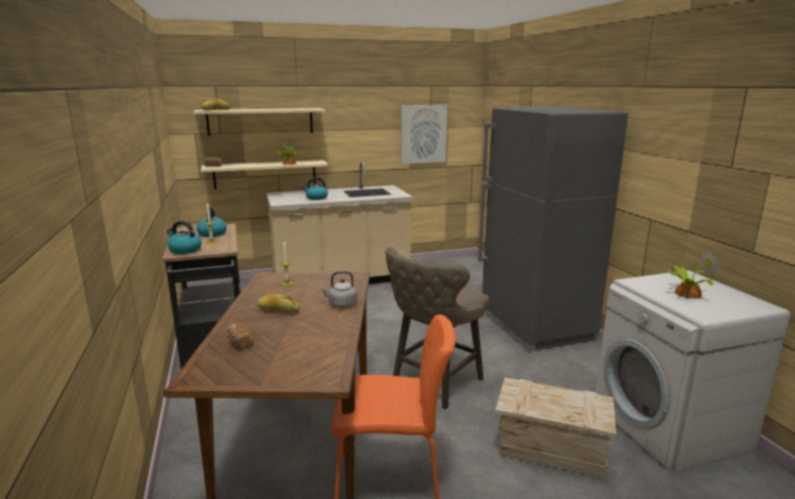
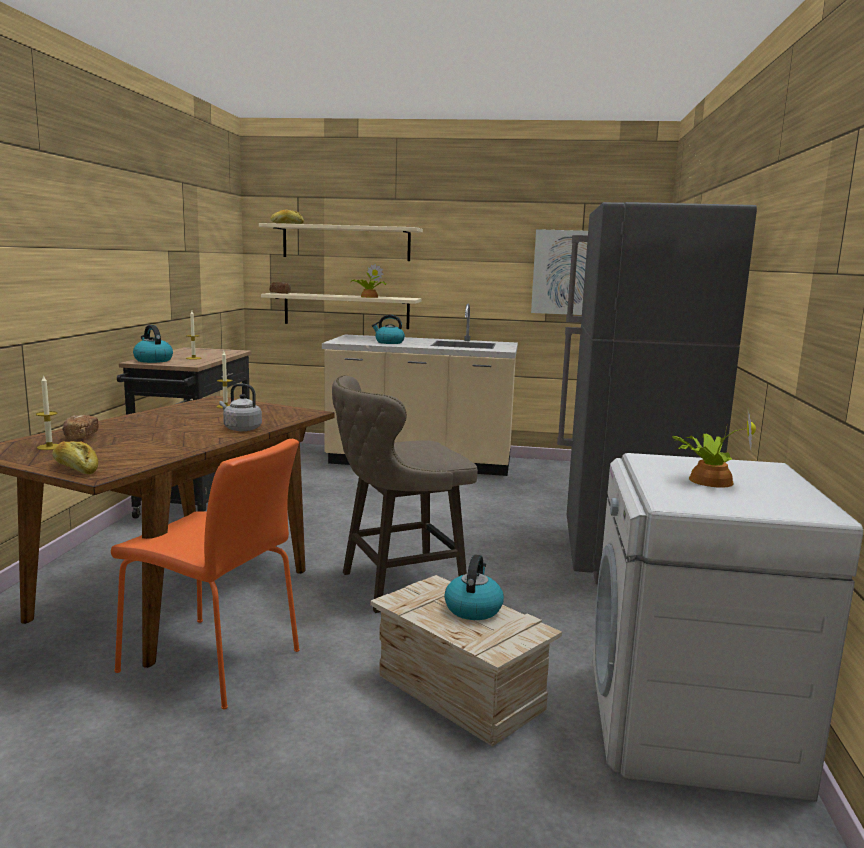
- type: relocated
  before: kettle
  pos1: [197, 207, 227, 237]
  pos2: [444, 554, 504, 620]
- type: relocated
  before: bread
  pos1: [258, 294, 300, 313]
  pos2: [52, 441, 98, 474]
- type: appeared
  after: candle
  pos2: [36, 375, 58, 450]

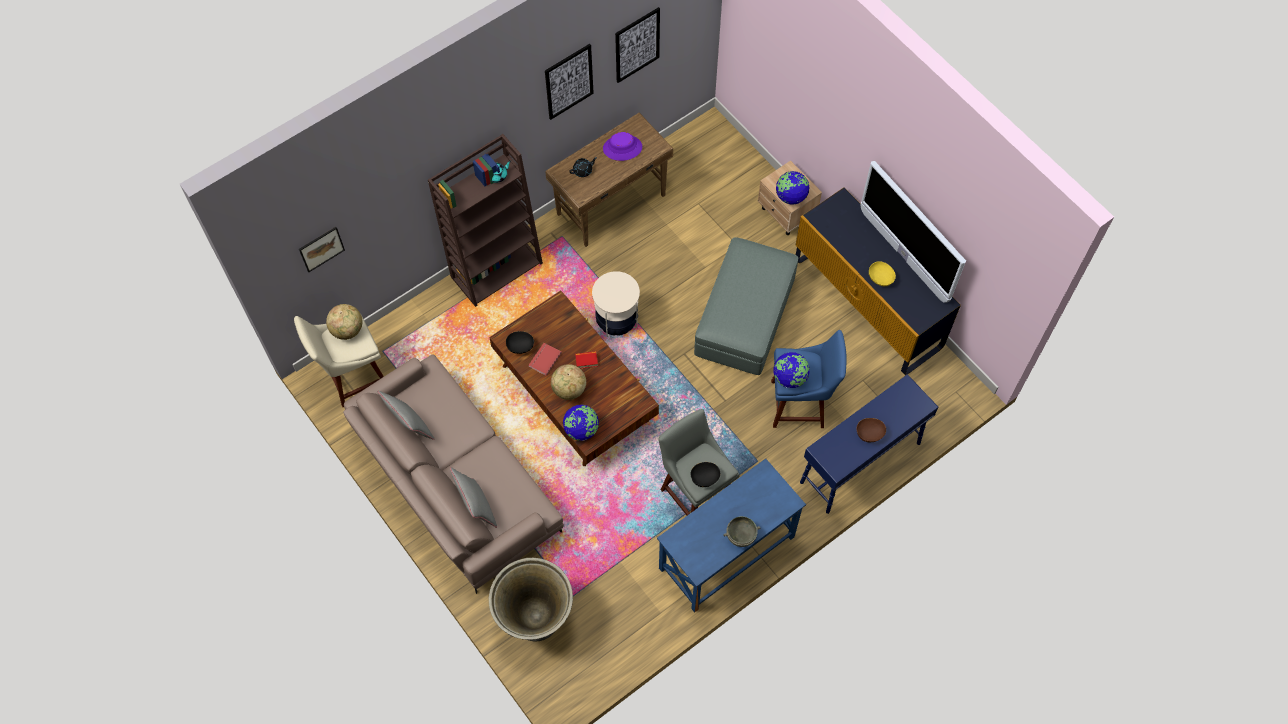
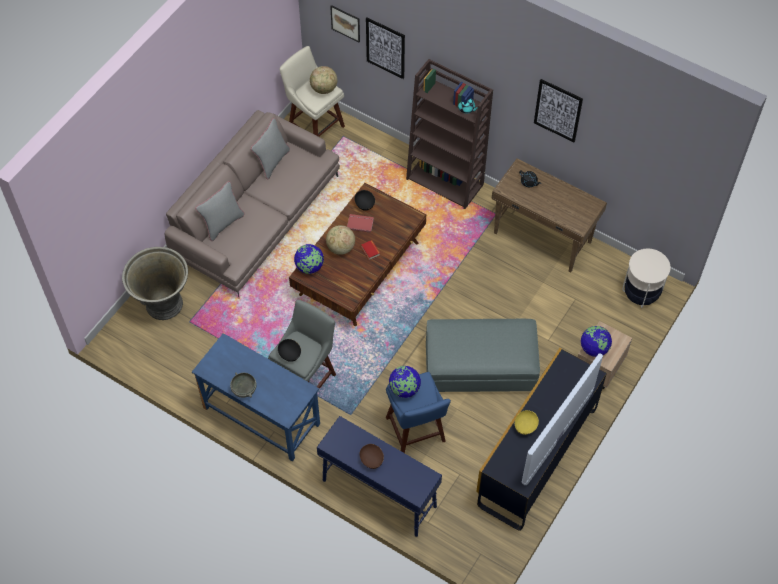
- type: relocated
  before: picture
  pos1: [615, 7, 660, 83]
  pos2: [366, 18, 405, 79]
- type: missing
  before: hat/purple
  pos1: [603, 132, 642, 161]
- type: relocated
  before: side table/beige
  pos1: [592, 271, 640, 337]
  pos2: [622, 249, 671, 308]

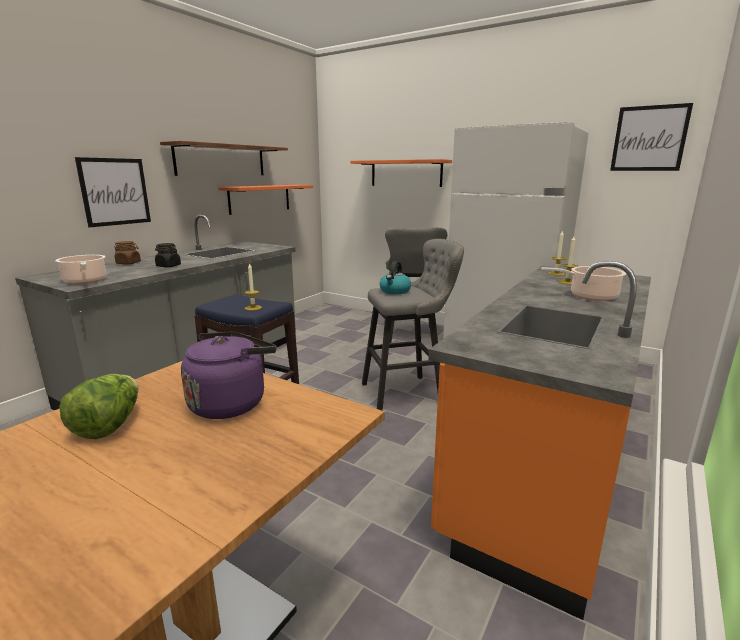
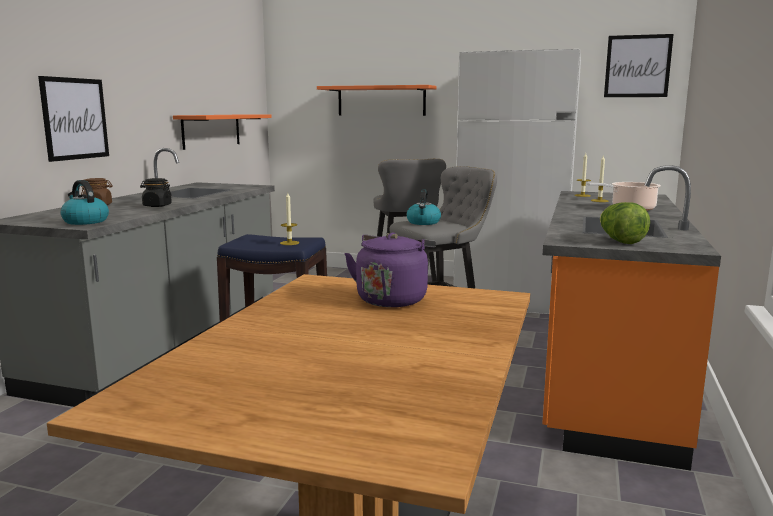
- type: missing
  before: shelf/brown
  pos1: [160, 141, 288, 176]
- type: exchanged
  before: cooking pot
  after: kettle
  pos1: [55, 255, 106, 284]
  pos2: [60, 180, 109, 225]
- type: relocated
  before: lettuce
  pos1: [59, 374, 138, 439]
  pos2: [600, 202, 650, 244]

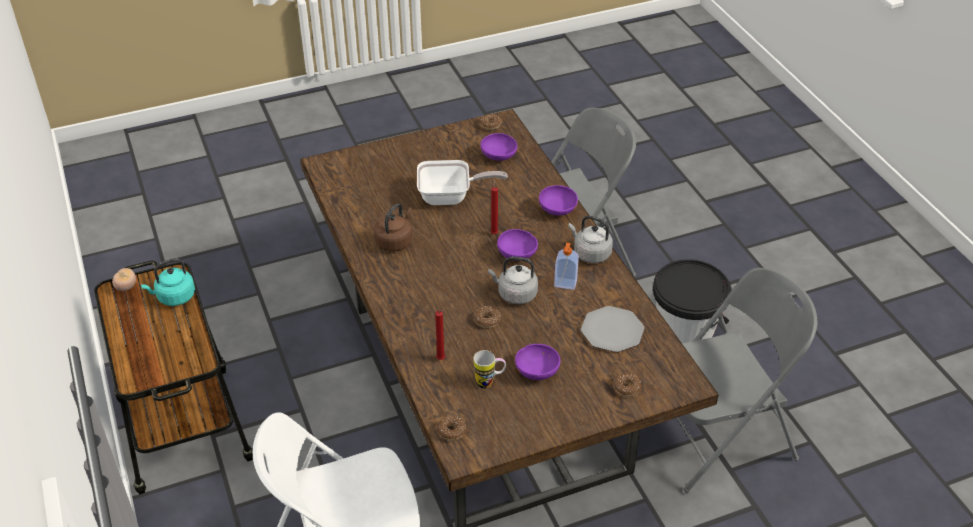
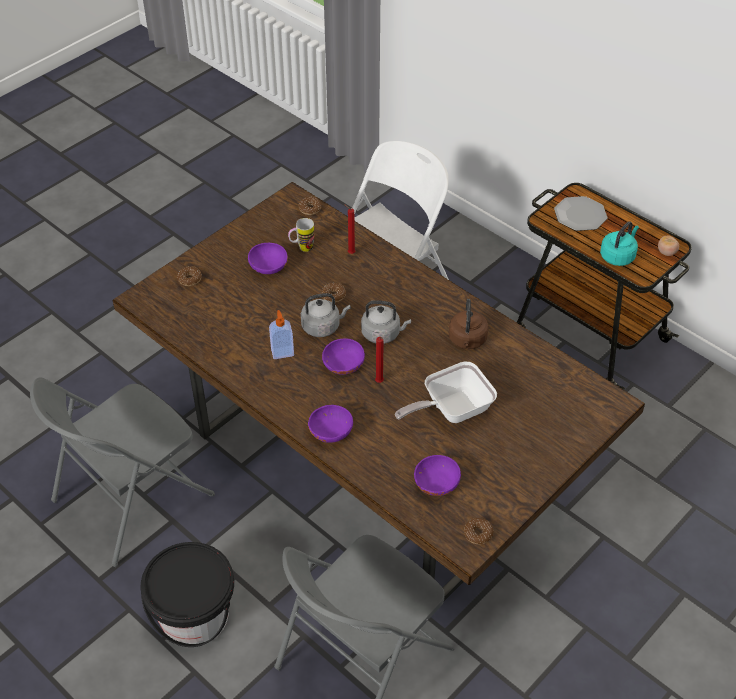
- type: relocated
  before: kettle/grey
  pos1: [568, 215, 613, 263]
  pos2: [361, 300, 411, 344]
- type: relocated
  before: plate
  pos1: [581, 306, 644, 352]
  pos2: [554, 196, 608, 231]

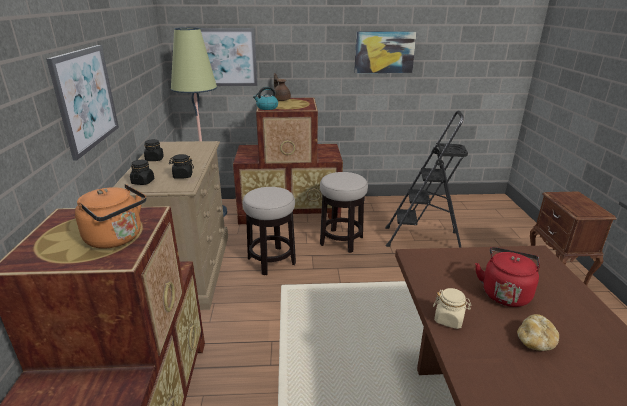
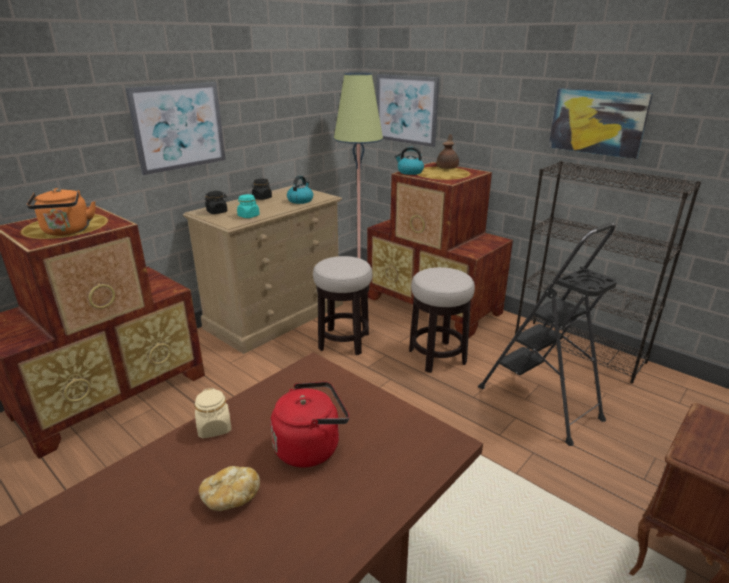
- type: colour
  before: jar/black
  after: jar/turquoise
  pos1: [169, 154, 194, 179]
  pos2: [237, 194, 260, 218]
- type: appeared
  after: bookcase/black
  pos2: [515, 161, 701, 384]
- type: appeared
  after: kettle
  pos2: [287, 176, 313, 204]

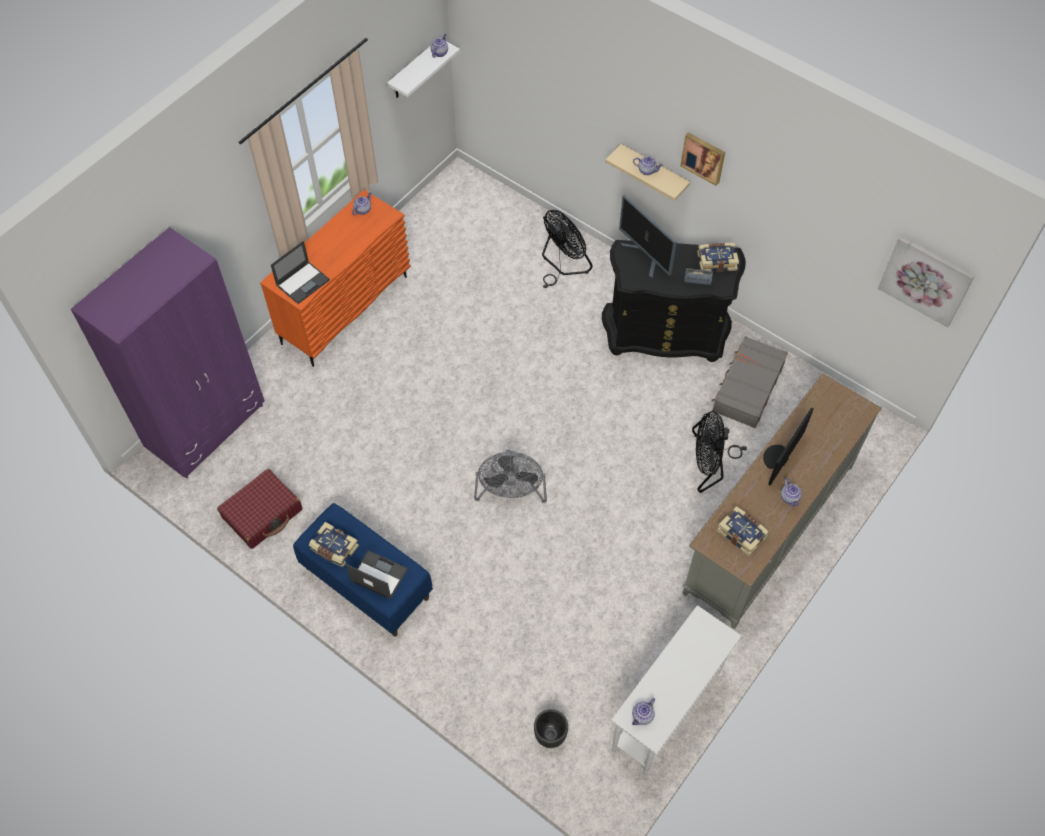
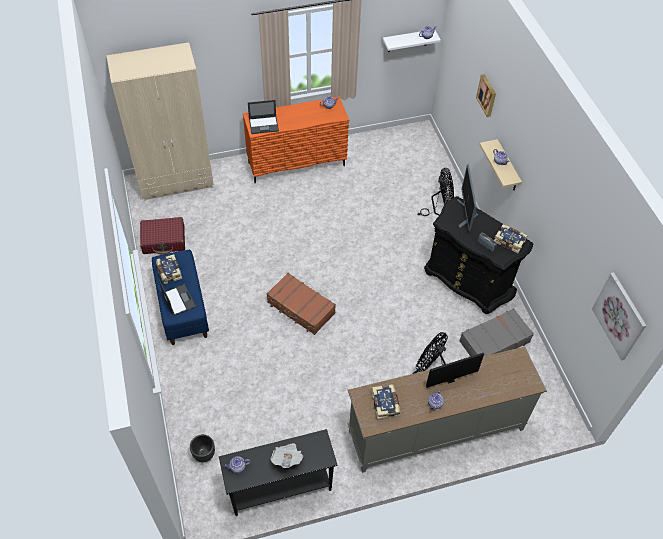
- type: relocated
  before: picture
  pos1: [680, 132, 725, 186]
  pos2: [476, 74, 496, 117]
- type: colour
  before: wardrobe/purple
  after: wardrobe/beige
  pos1: [71, 227, 265, 478]
  pos2: [106, 42, 214, 201]
- type: exchanged
  before: fan/grey
  after: suitcase/brown
  pos1: [474, 450, 547, 503]
  pos2: [266, 273, 336, 335]
- type: colour
  before: console table/white
  after: console table/black
  pos1: [611, 605, 742, 776]
  pos2: [219, 429, 338, 516]
- type: appeared
  after: newspaper
  pos2: [271, 443, 304, 468]

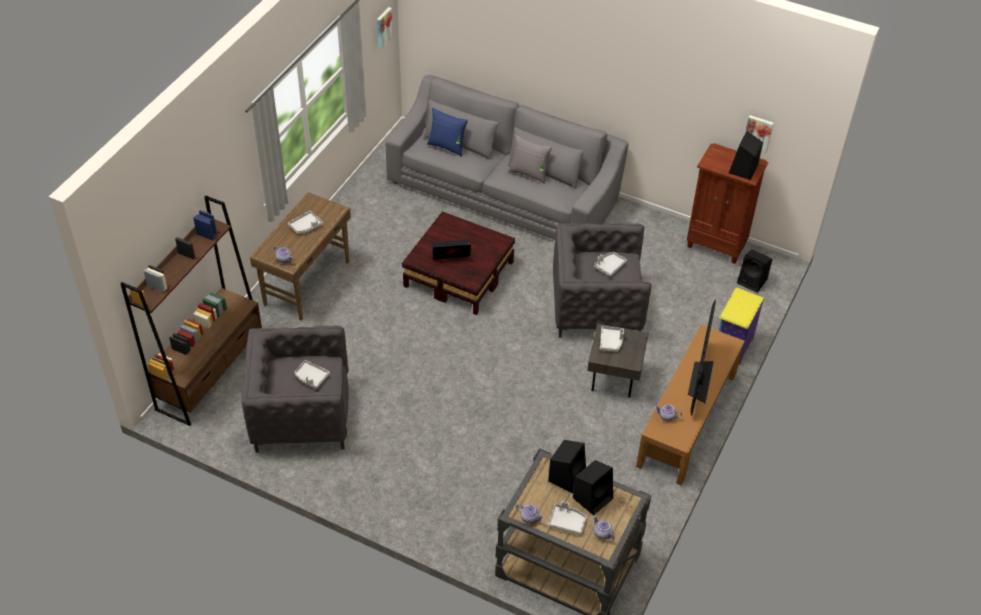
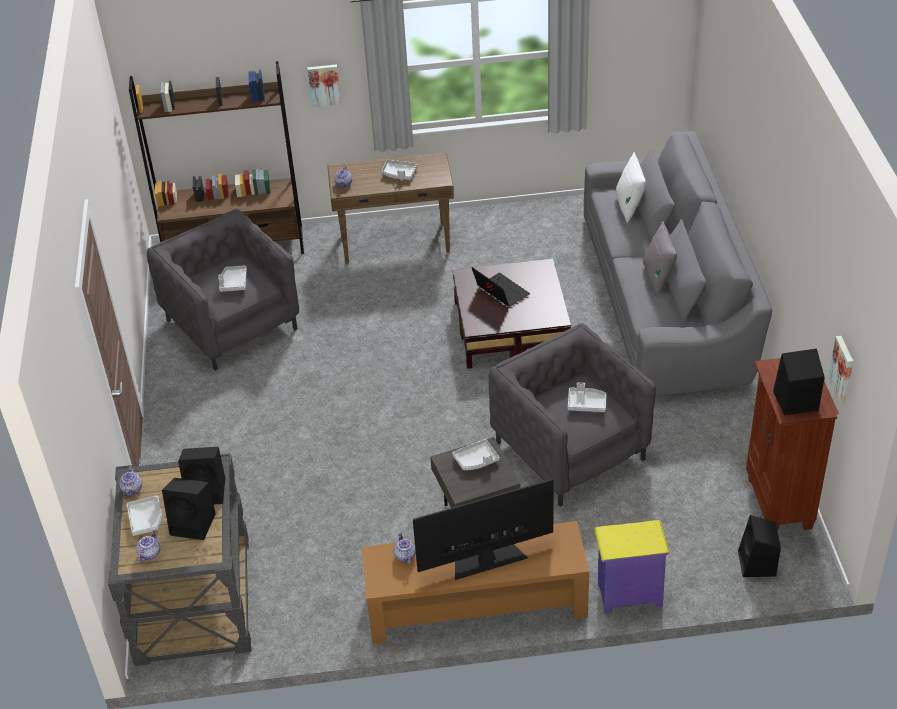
- type: relocated
  before: picture
  pos1: [377, 7, 393, 49]
  pos2: [307, 64, 341, 107]
- type: colour
  before: pillow/blue
  after: pillow/white
  pos1: [427, 108, 468, 157]
  pos2: [616, 153, 646, 223]

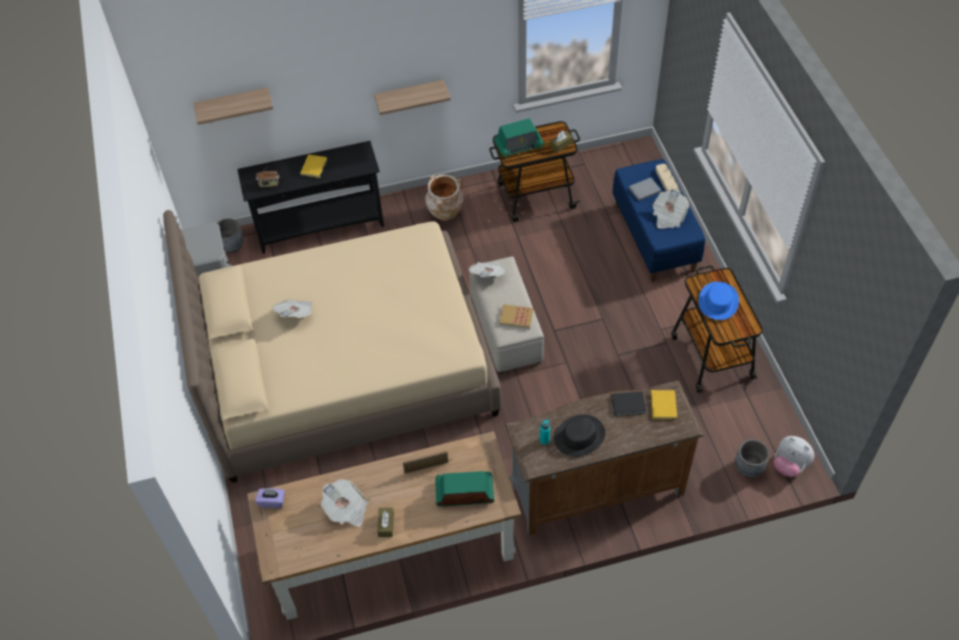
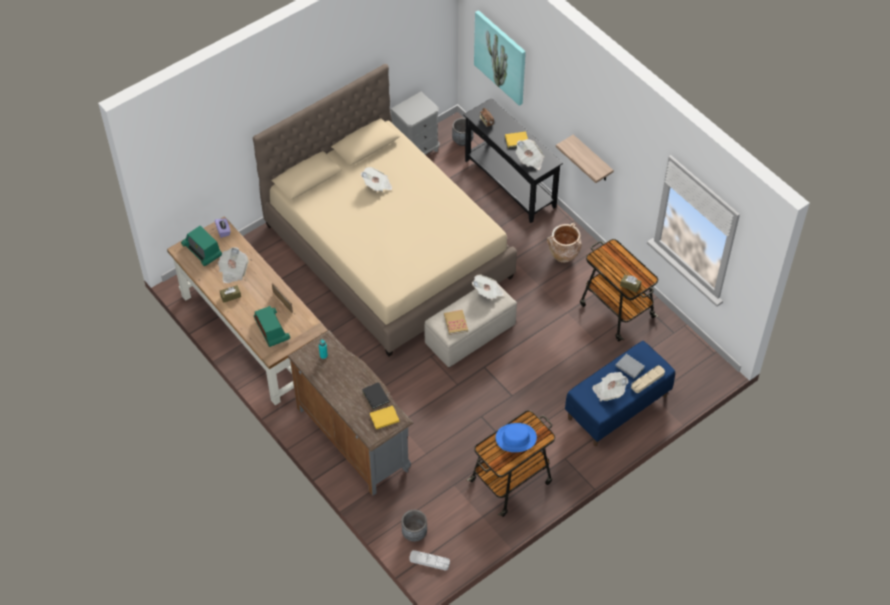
- type: exchanged
  before: shelf
  after: picture
  pos1: [193, 88, 273, 125]
  pos2: [474, 10, 526, 106]
- type: relocated
  before: radio
  pos1: [494, 118, 544, 158]
  pos2: [181, 226, 222, 266]
- type: missing
  before: hat/black
  pos1: [554, 414, 605, 457]
- type: exchanged
  before: plush toy
  after: tray/grey
  pos1: [774, 436, 814, 477]
  pos2: [409, 550, 450, 571]
- type: appeared
  after: newspaper
  pos2: [515, 139, 545, 170]

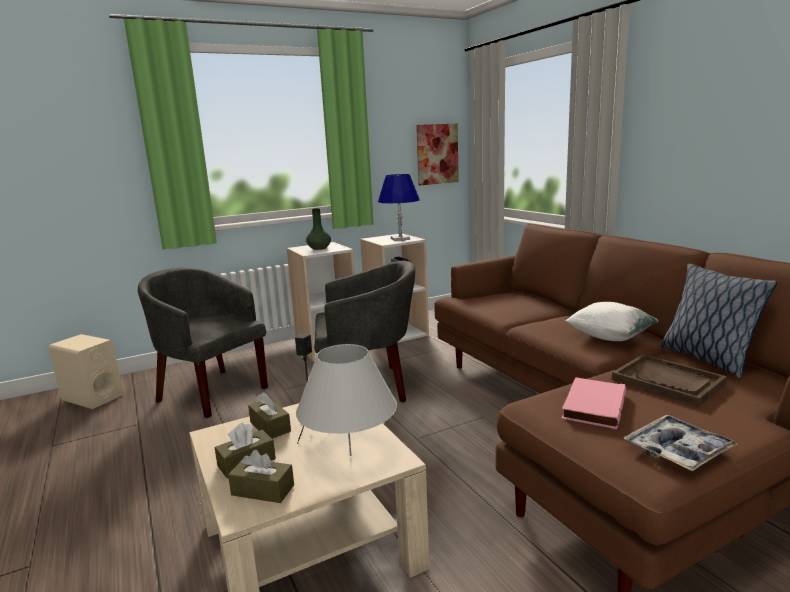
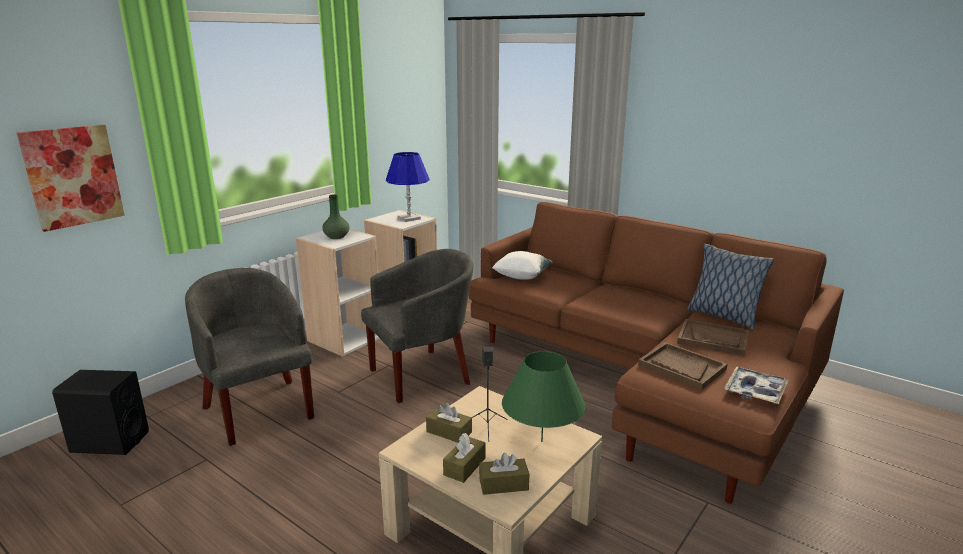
- type: relocated
  before: picture
  pos1: [416, 123, 459, 185]
  pos2: [17, 124, 125, 232]
- type: spun
  before: armchair/grey
  pos1: [138, 267, 268, 418]
  pos2: [185, 268, 314, 446]
  turn: 45
- type: relocated
  before: pillow/white
  pos1: [565, 302, 659, 341]
  pos2: [492, 251, 552, 280]
- type: colour
  before: speaker/beige
  after: speaker/black
  pos1: [49, 334, 123, 409]
  pos2: [52, 370, 149, 455]
- type: colour
  before: table lamp/white
  after: table lamp/green
  pos1: [296, 344, 397, 456]
  pos2: [502, 351, 586, 442]
- type: exchanged
  before: book/pink
  after: tray/brown
  pos1: [561, 377, 626, 429]
  pos2: [638, 342, 727, 390]

